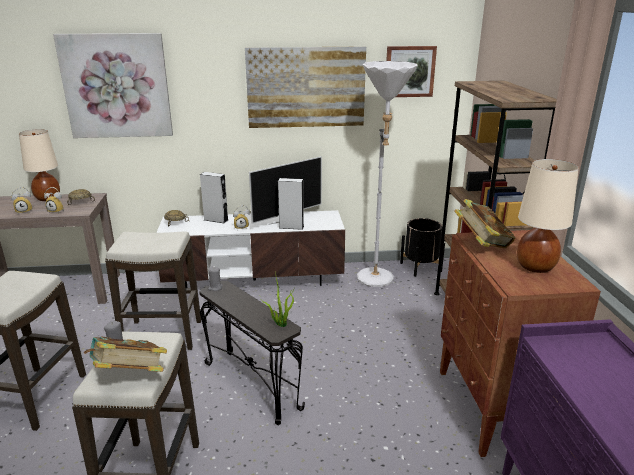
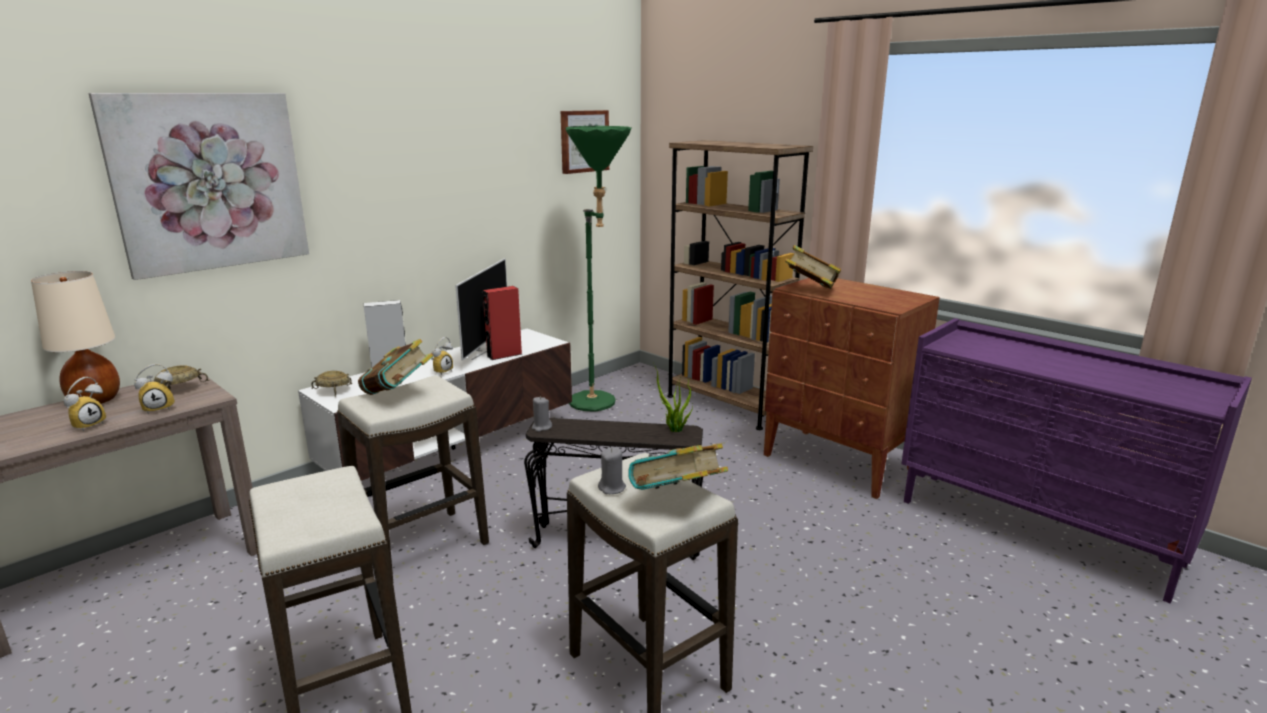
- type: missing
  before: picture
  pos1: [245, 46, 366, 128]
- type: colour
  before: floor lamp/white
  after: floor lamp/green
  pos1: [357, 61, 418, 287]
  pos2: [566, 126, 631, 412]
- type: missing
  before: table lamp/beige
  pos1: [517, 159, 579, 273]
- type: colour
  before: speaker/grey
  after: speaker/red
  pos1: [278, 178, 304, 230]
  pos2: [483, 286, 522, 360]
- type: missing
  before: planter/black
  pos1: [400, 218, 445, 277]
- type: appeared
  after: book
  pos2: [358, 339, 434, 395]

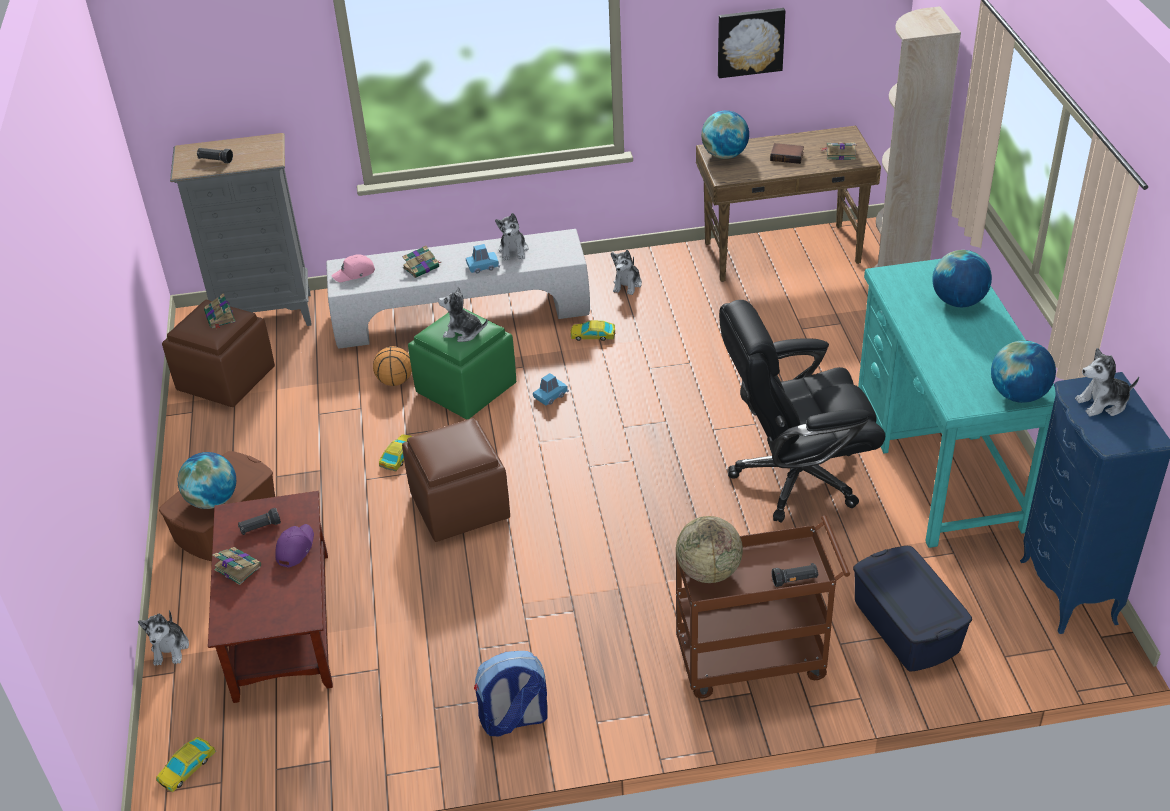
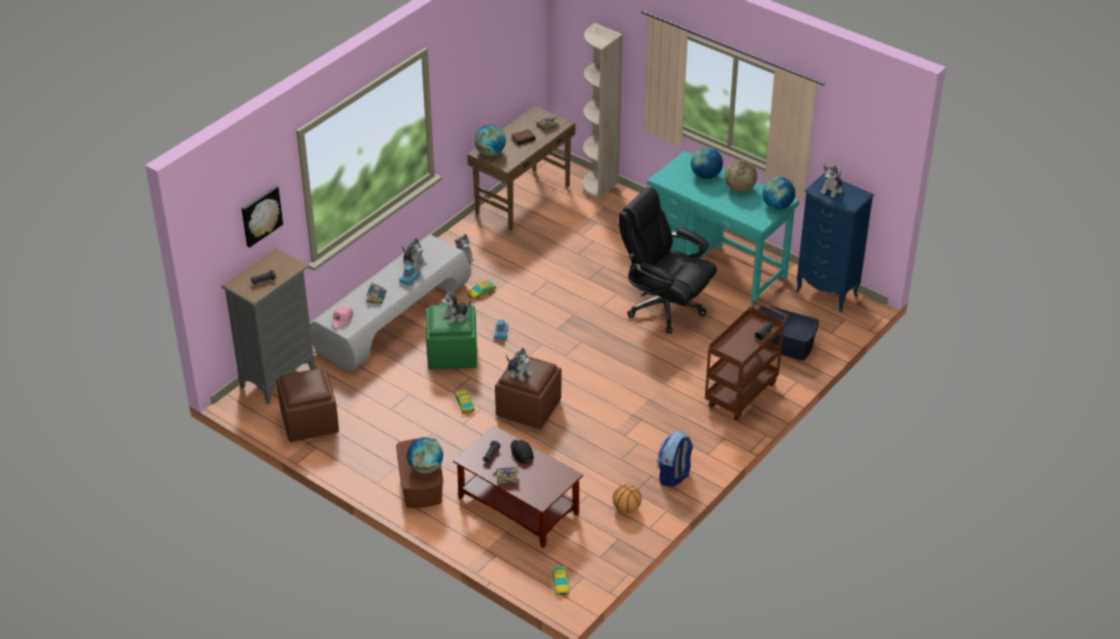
- type: relocated
  before: picture
  pos1: [718, 8, 785, 78]
  pos2: [241, 186, 283, 247]
- type: missing
  before: book
  pos1: [204, 293, 236, 329]
- type: spun
  before: office chair/black
  pos1: [719, 300, 885, 523]
  pos2: [619, 187, 717, 334]
  turn: 90
- type: relocated
  before: basketball
  pos1: [373, 346, 412, 386]
  pos2: [613, 484, 642, 513]
- type: relocated
  before: globe
  pos1: [676, 516, 743, 583]
  pos2: [725, 160, 757, 192]
- type: colour
  before: cap/purple
  after: cap/black
  pos1: [275, 524, 314, 568]
  pos2: [511, 440, 534, 464]
- type: relocated
  before: plush toy
  pos1: [138, 610, 189, 666]
  pos2: [506, 348, 533, 382]

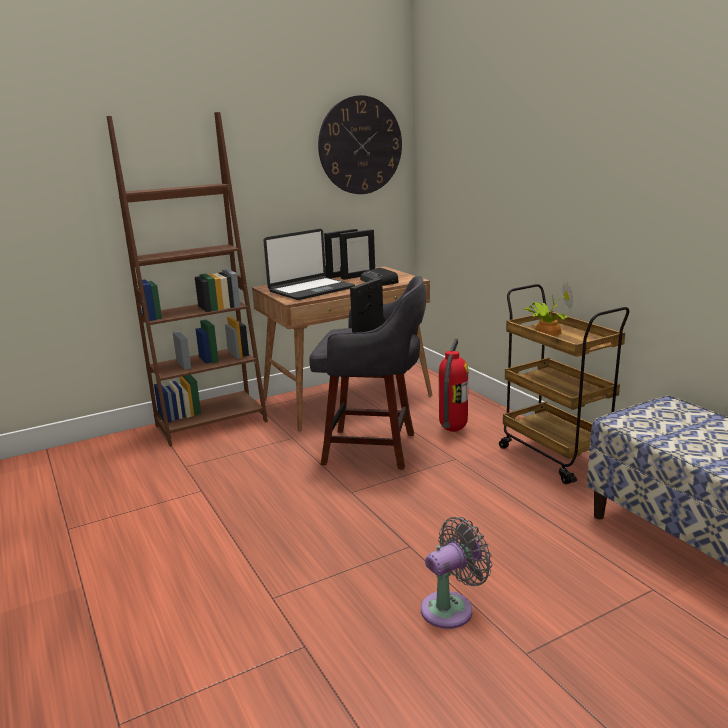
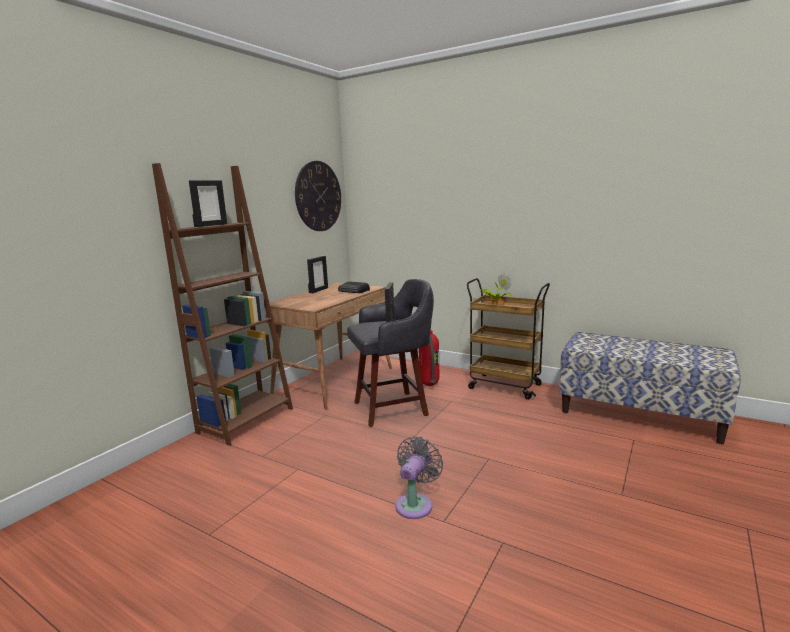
- type: missing
  before: laptop
  pos1: [263, 229, 355, 300]
- type: relocated
  before: picture frame
  pos1: [339, 229, 375, 280]
  pos2: [189, 180, 227, 227]
- type: relocated
  before: fan/grey
  pos1: [421, 517, 492, 629]
  pos2: [395, 436, 443, 519]

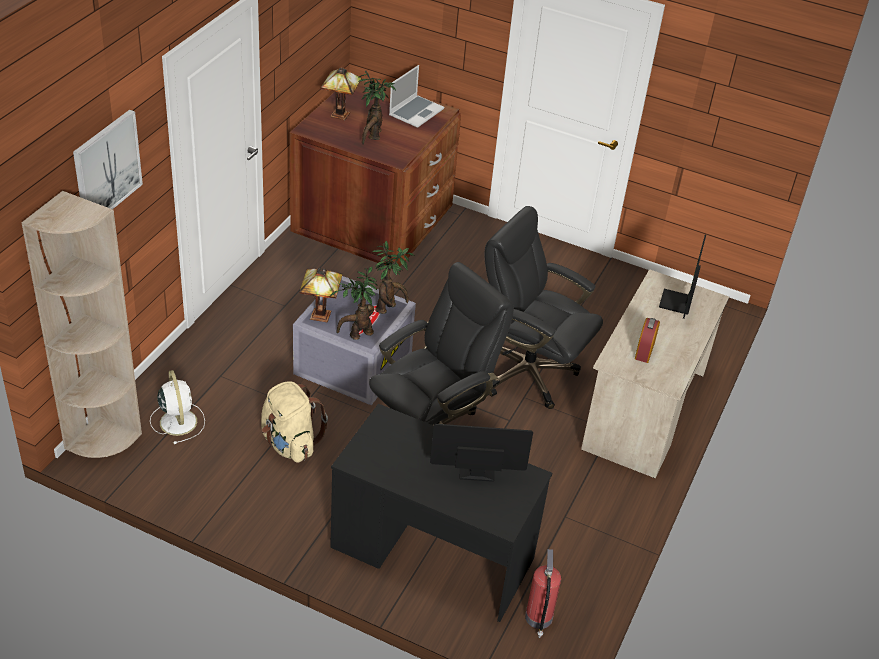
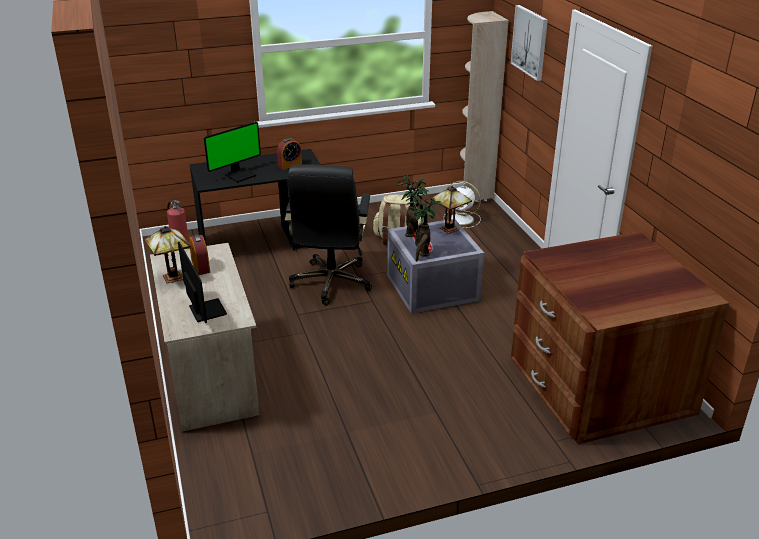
- type: missing
  before: laptop
  pos1: [389, 65, 444, 128]
- type: relocated
  before: table lamp
  pos1: [321, 67, 362, 120]
  pos2: [144, 226, 190, 284]
- type: missing
  before: potted plant
  pos1: [358, 70, 396, 144]
- type: missing
  before: office chair/black
  pos1: [485, 206, 603, 409]
- type: appeared
  after: alarm clock
  pos2: [277, 138, 302, 170]

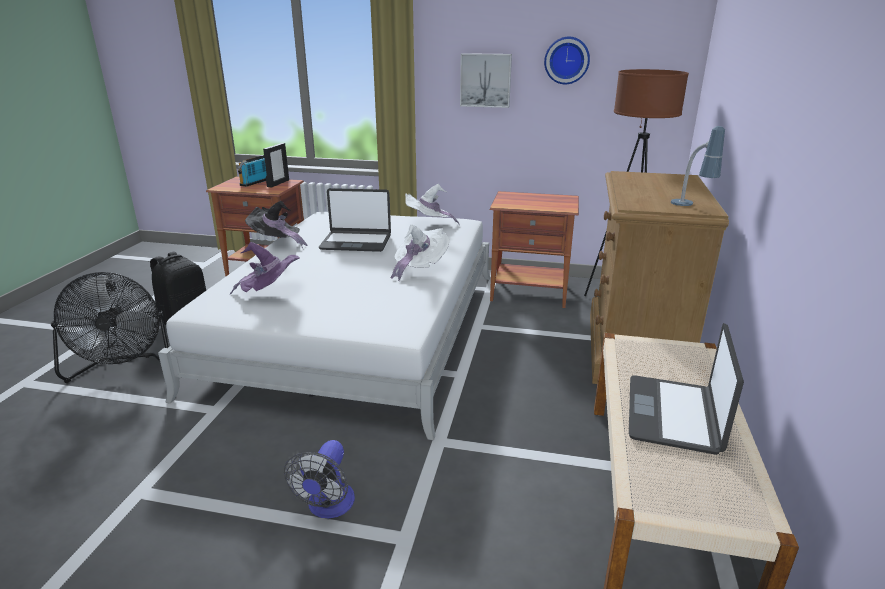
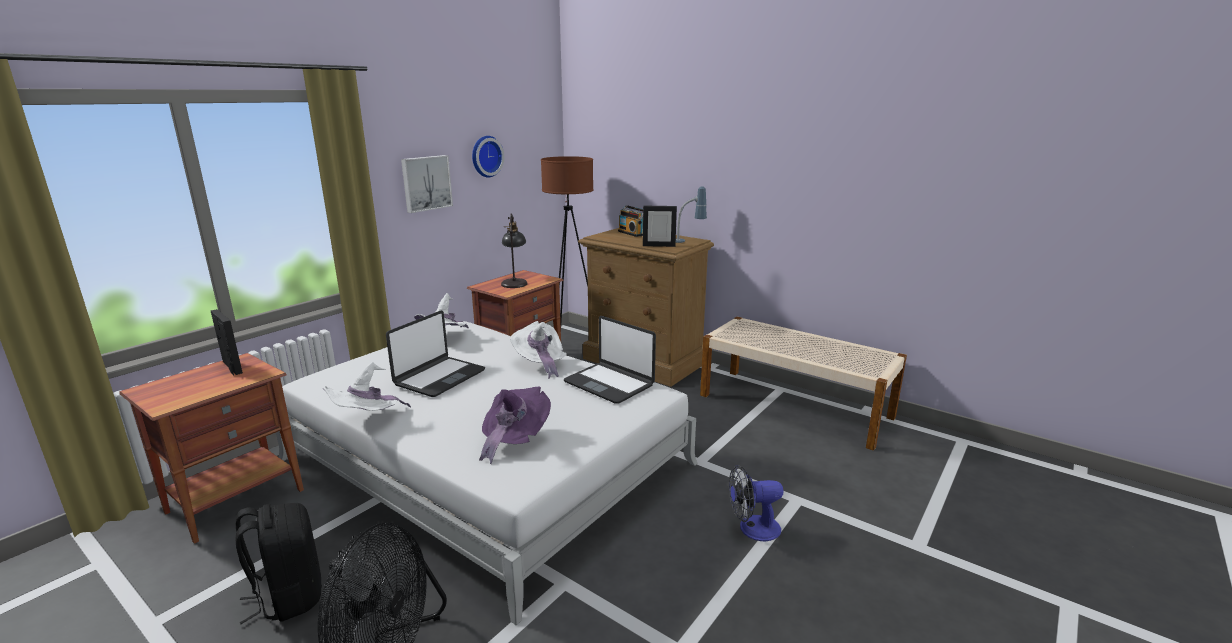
- type: relocated
  before: radio
  pos1: [238, 155, 267, 187]
  pos2: [618, 205, 643, 237]
- type: colour
  before: hat/black
  after: hat/white
  pos1: [245, 201, 307, 248]
  pos2: [323, 362, 411, 411]
- type: relocated
  before: laptop
  pos1: [629, 323, 744, 455]
  pos2: [564, 316, 656, 404]
- type: spun
  before: fan
  pos1: [284, 440, 355, 518]
  pos2: [729, 465, 783, 541]
  turn: 135
- type: appeared
  after: picture frame
  pos2: [643, 206, 677, 247]
- type: appeared
  after: table lamp/grey
  pos2: [501, 213, 527, 288]

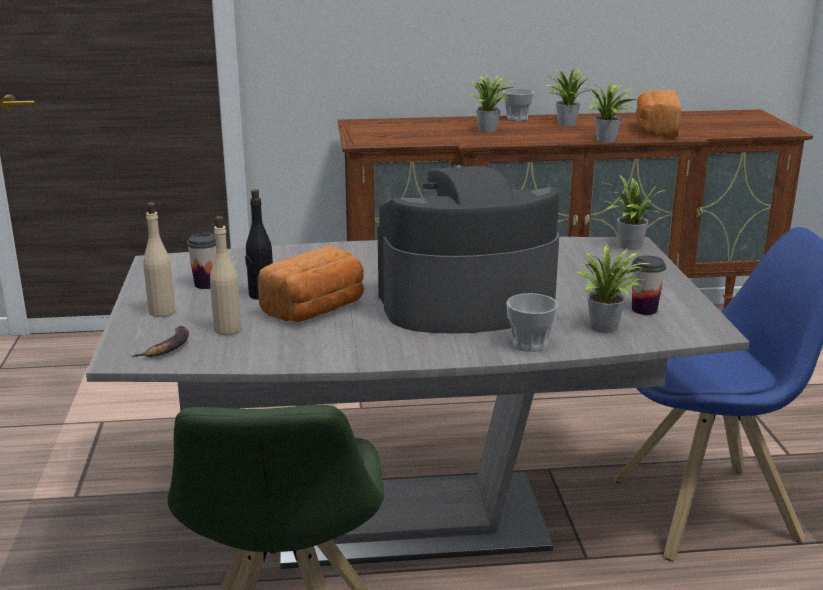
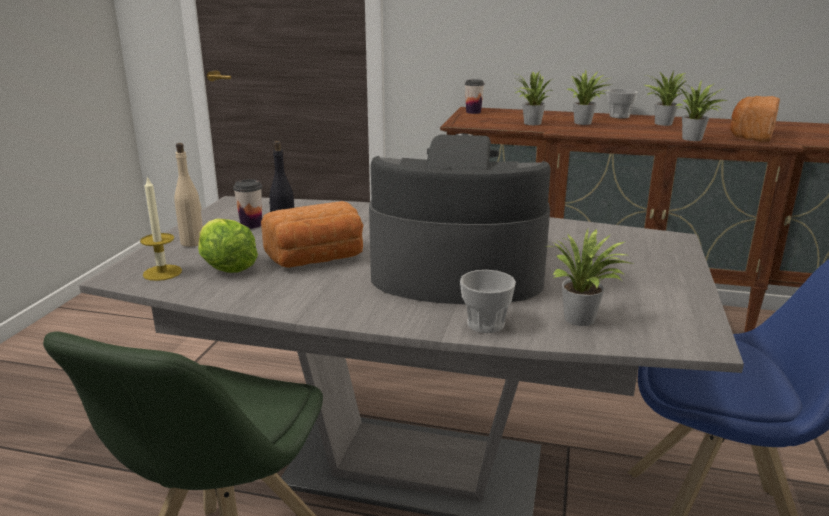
- type: relocated
  before: potted plant
  pos1: [606, 175, 665, 250]
  pos2: [514, 71, 554, 125]
- type: exchanged
  before: bottle/beige
  after: lettuce
  pos1: [210, 216, 242, 335]
  pos2: [198, 218, 258, 273]
- type: relocated
  before: cup
  pos1: [632, 255, 666, 315]
  pos2: [465, 79, 484, 114]
- type: exchanged
  before: banana
  after: candle
  pos1: [130, 326, 189, 357]
  pos2: [140, 176, 182, 281]

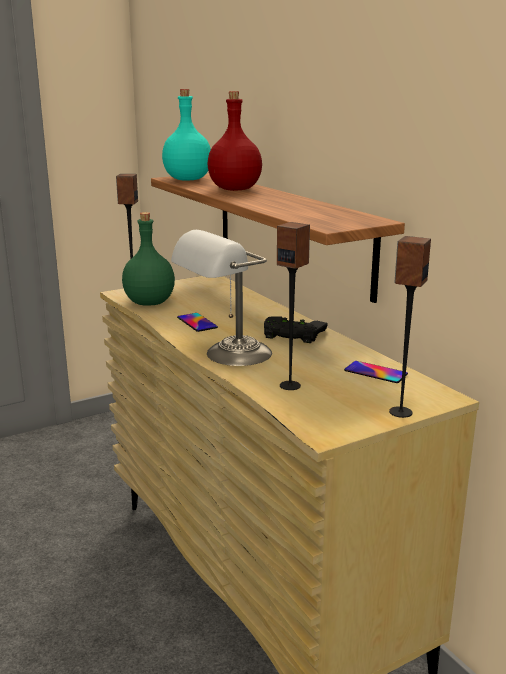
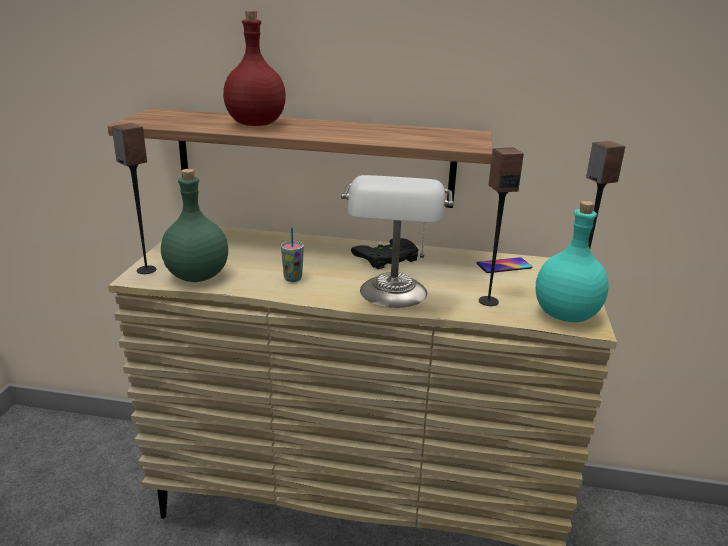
- type: relocated
  before: bottle/turquoise
  pos1: [162, 89, 211, 181]
  pos2: [536, 201, 609, 322]
- type: exchanged
  before: phone
  after: cup
  pos1: [177, 313, 218, 332]
  pos2: [281, 228, 304, 282]

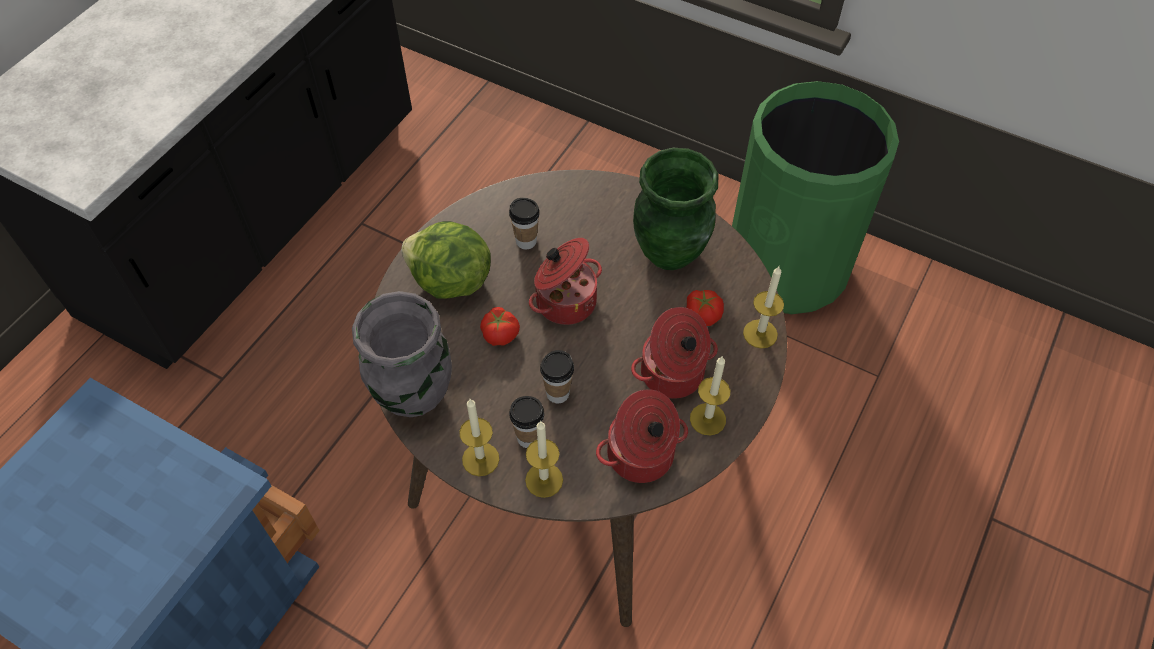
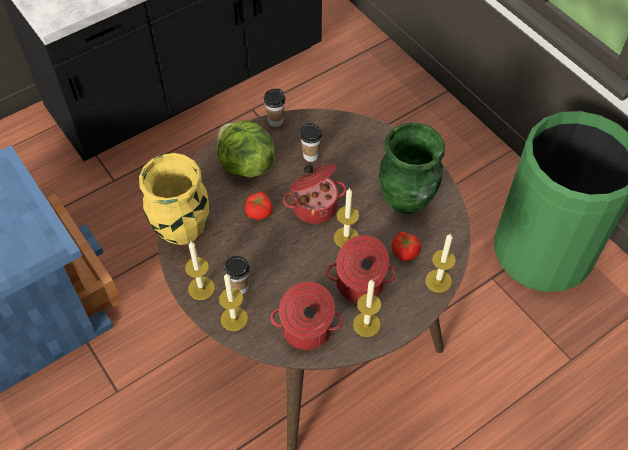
- type: colour
  before: vase/grey
  after: vase/yellow
  pos1: [352, 291, 452, 417]
  pos2: [139, 153, 209, 245]
- type: relocated
  before: cup
  pos1: [540, 350, 574, 403]
  pos2: [264, 89, 286, 127]
- type: appeared
  after: candle
  pos2: [334, 188, 359, 247]

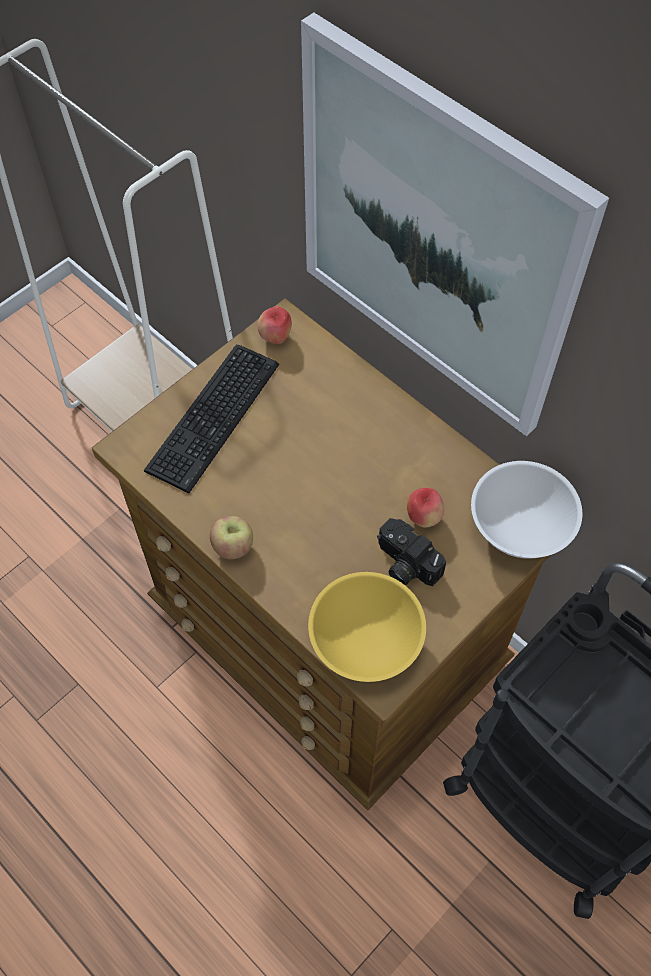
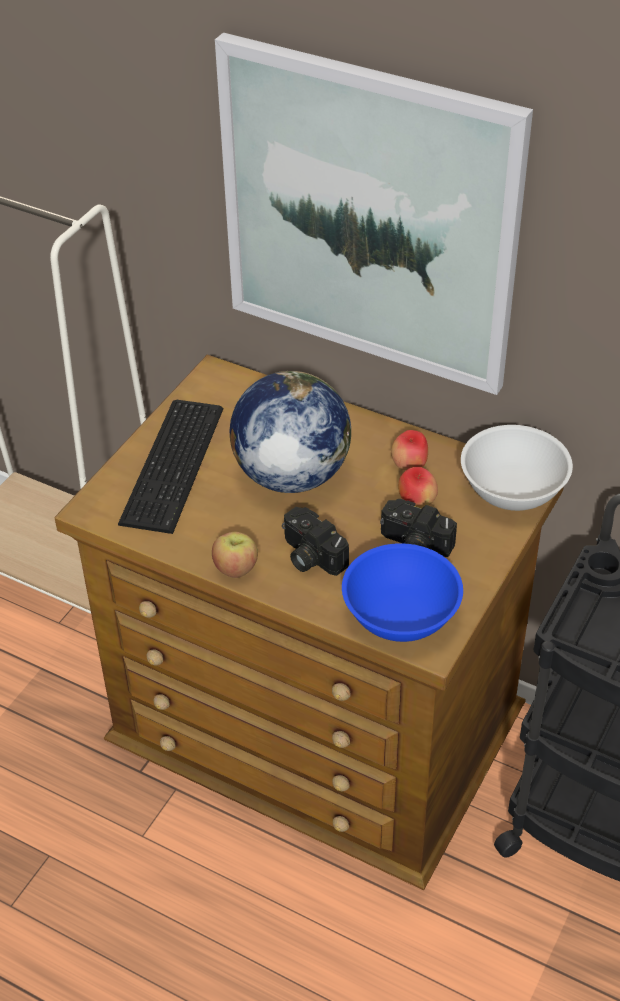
- type: relocated
  before: apple
  pos1: [257, 306, 292, 344]
  pos2: [391, 430, 428, 471]
- type: colour
  before: bowl/yellow
  after: bowl/blue
  pos1: [308, 572, 426, 682]
  pos2: [342, 543, 463, 642]
- type: appeared
  after: globe
  pos2: [230, 371, 351, 493]
- type: appeared
  after: photo camera
  pos2: [282, 507, 349, 576]

